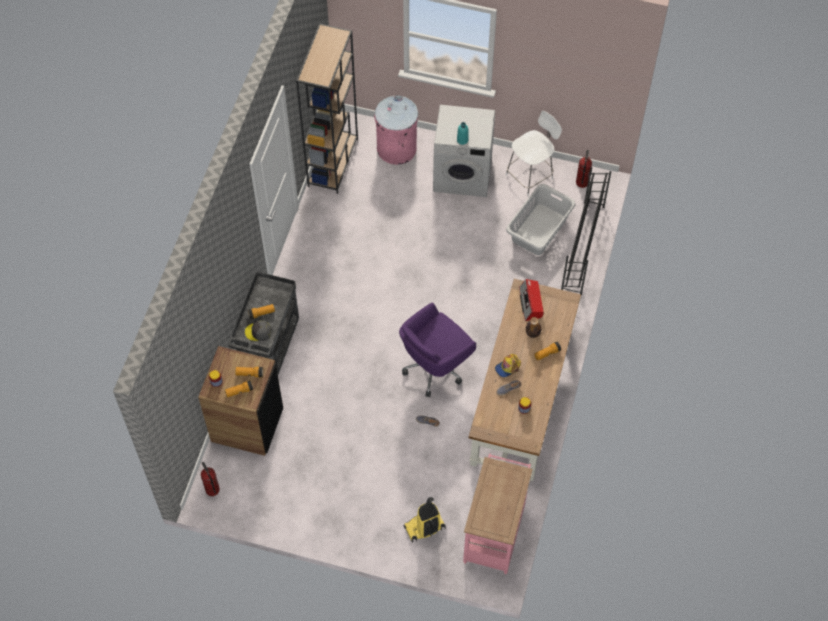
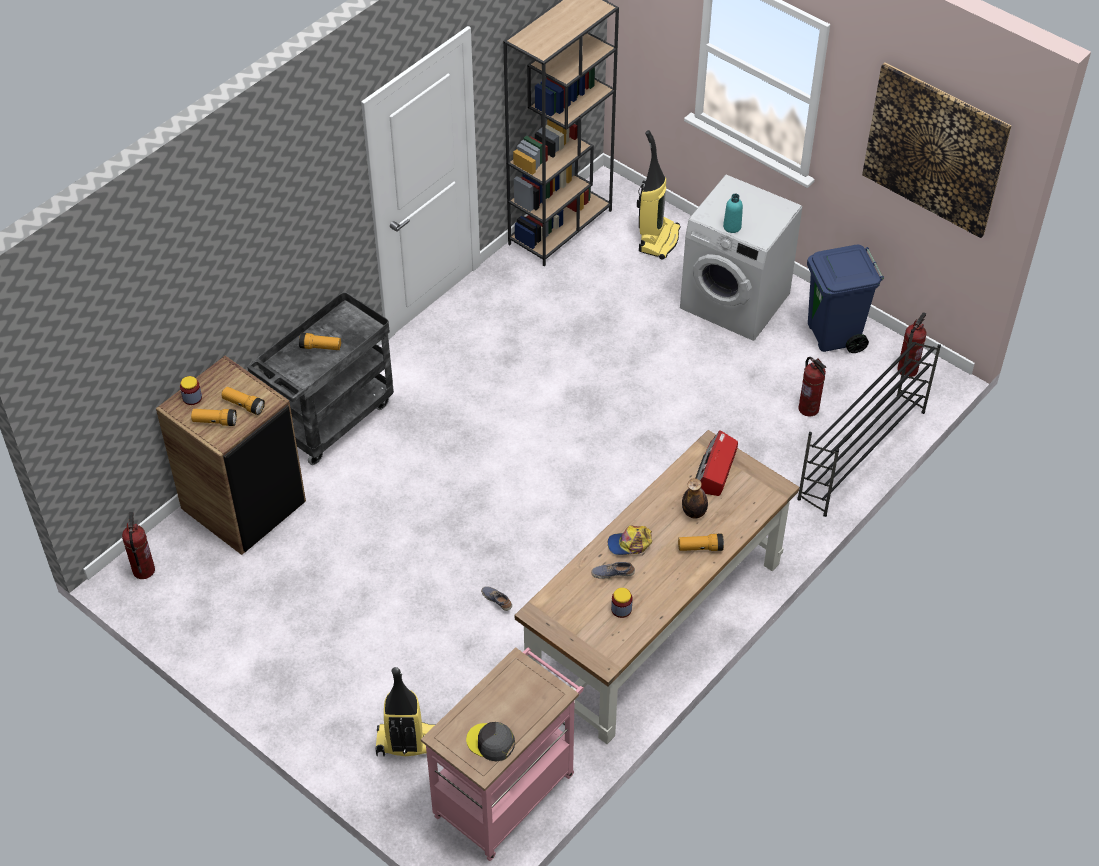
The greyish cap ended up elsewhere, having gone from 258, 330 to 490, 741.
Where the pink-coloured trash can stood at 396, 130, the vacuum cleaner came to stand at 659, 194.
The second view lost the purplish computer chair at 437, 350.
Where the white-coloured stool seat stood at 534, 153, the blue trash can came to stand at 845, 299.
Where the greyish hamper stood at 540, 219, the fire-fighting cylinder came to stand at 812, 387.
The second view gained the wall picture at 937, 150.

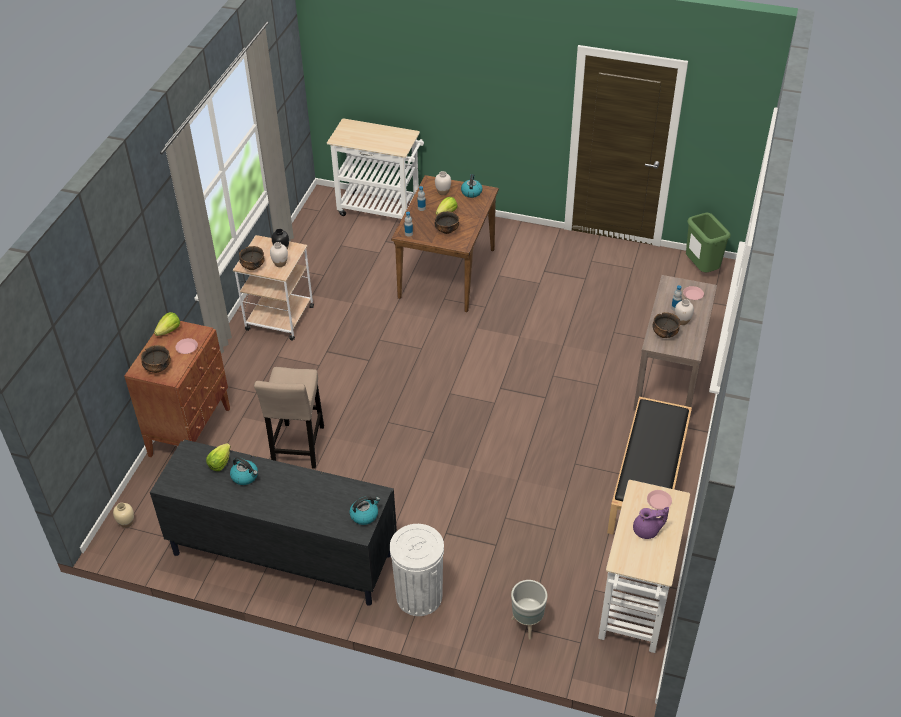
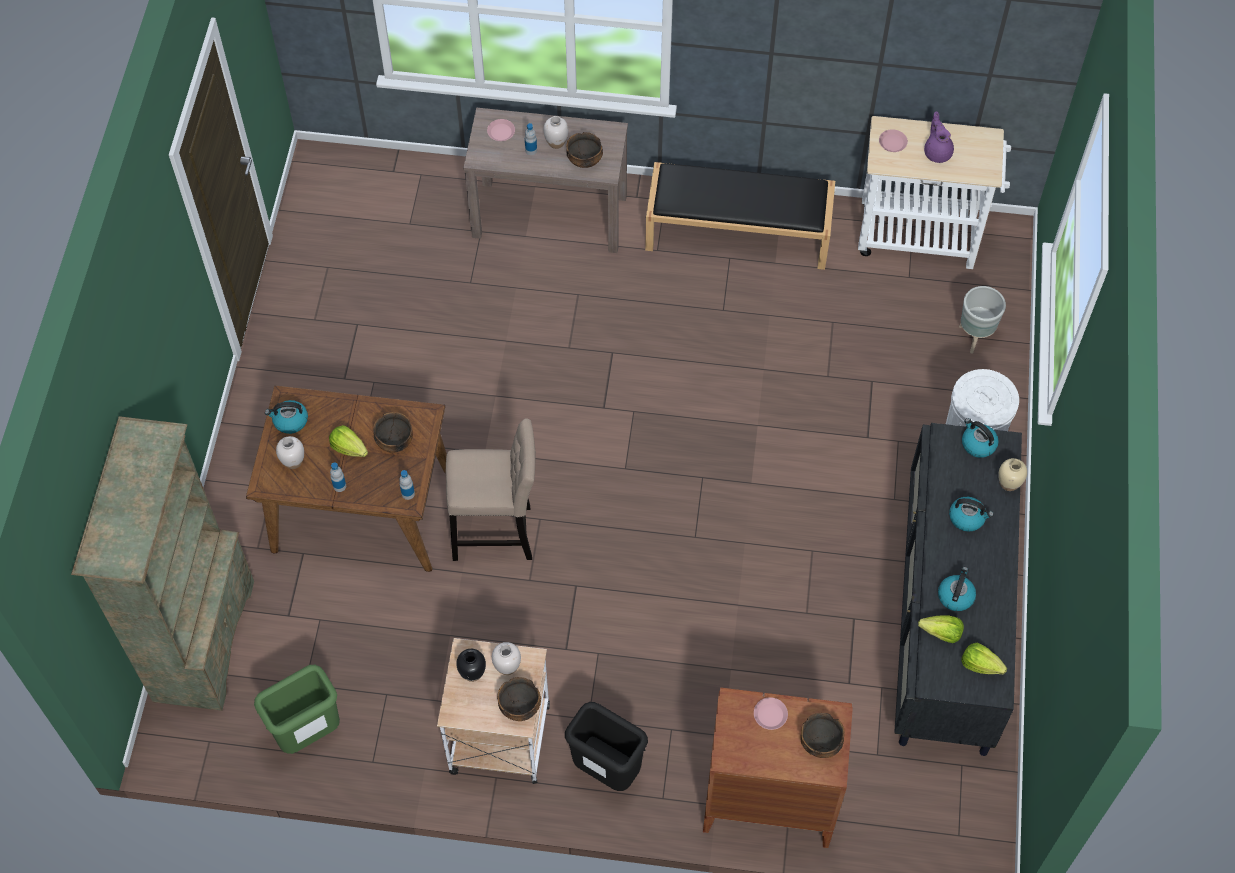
The beige decorative vase ended up elsewhere, having gone from 123, 515 to 1012, 474.
The lettuce head ended up elsewhere, having gone from 167, 324 to 984, 658.
The beige stool seat ended up elsewhere, having gone from 289, 418 to 491, 489.
Where the white-coloured cart stood at 375, 168, the green bookshelf came to stand at 162, 563.
The green trash can ended up elsewhere, having gone from 708, 242 to 297, 709.
The second view gained the blackish trash can at 606, 746.
The second view gained the tea kettle at 971, 514.

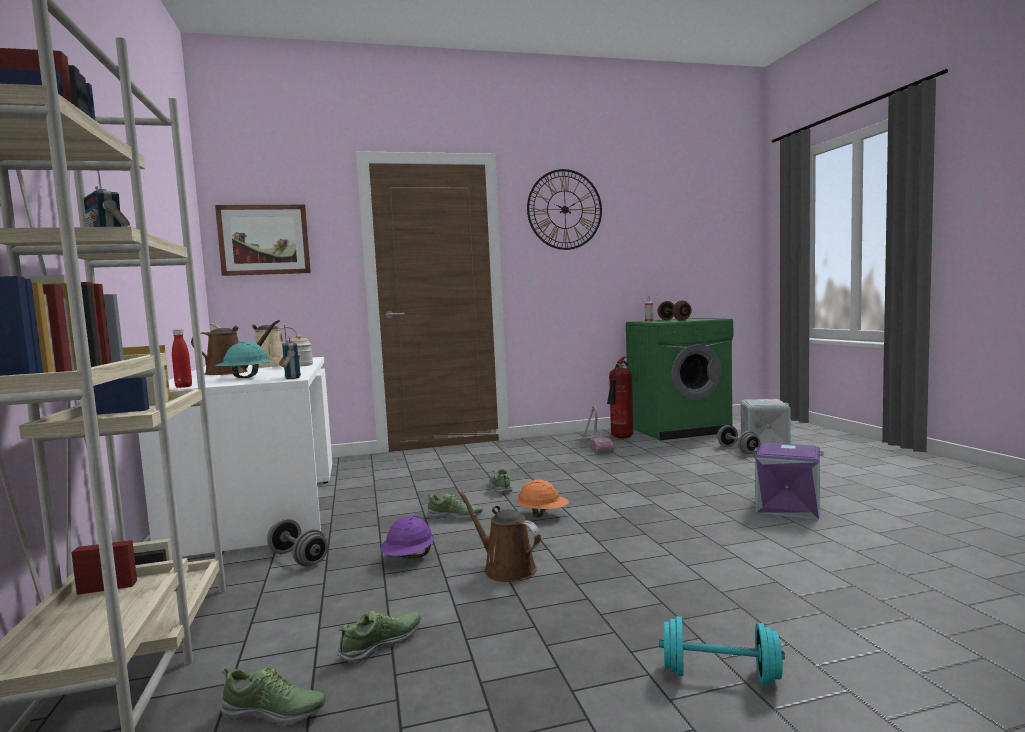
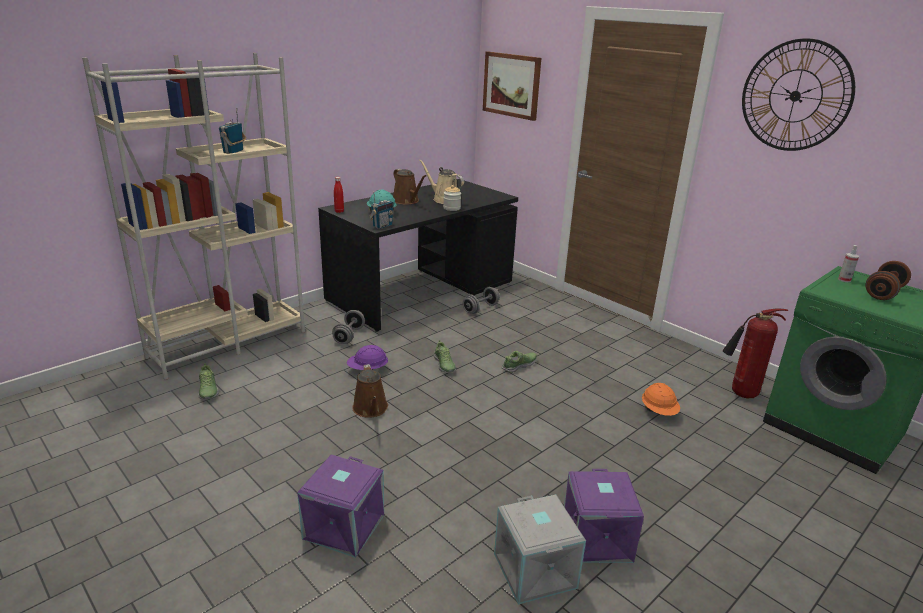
What was the white-coloured desk table at 235, 457 turned into the blackish desk table at 418, 255.
The second view lost the item of footwear at 379, 637.
The brownish watering can at 499, 536 ended up facing another way, 150 degrees clockwise from before.
The orangey hard hat ended up elsewhere, having gone from 543, 499 to 661, 399.
The second view lost the vacuum cleaner at 595, 429.
The second view lost the blue-green hand weight at 722, 650.
The greyish hand weight ended up elsewhere, having gone from 738, 439 to 481, 300.
The greyish storage container ended up elsewhere, having gone from 766, 422 to 540, 549.
The second view gained the purplish storage container at 340, 506.

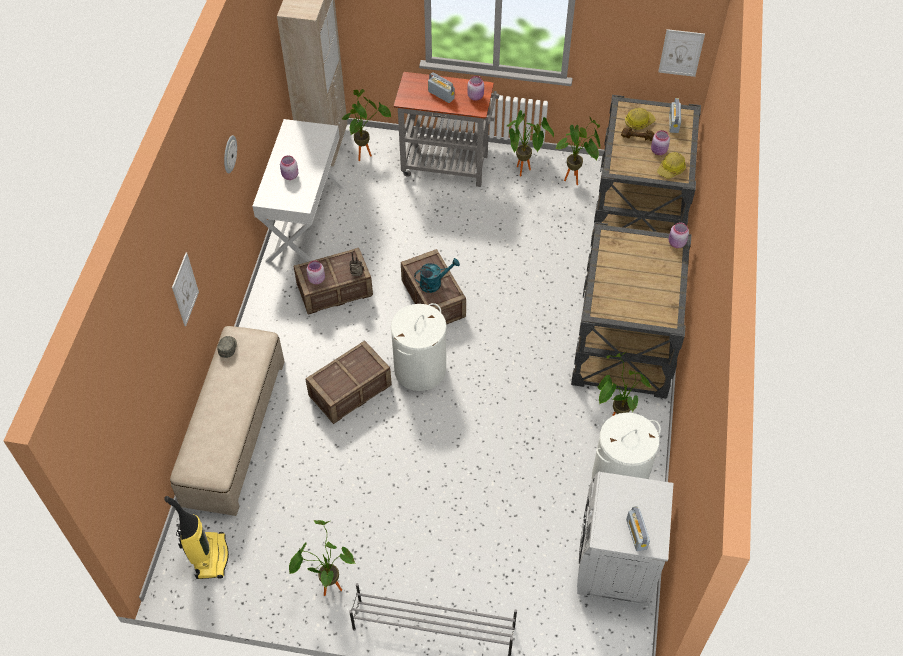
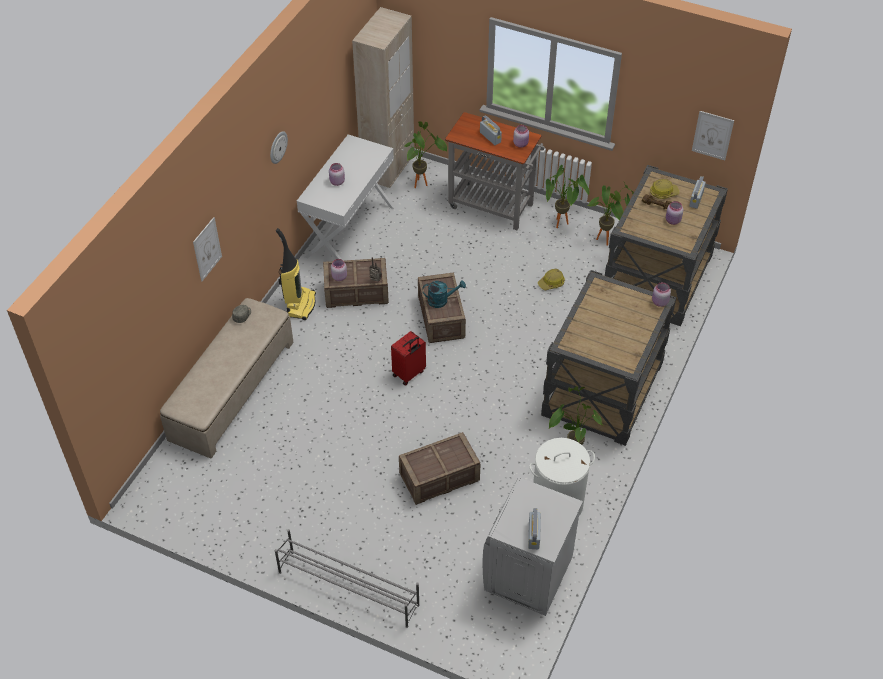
The vacuum cleaner ended up elsewhere, having gone from 196, 537 to 296, 274.
The second view lost the houseplant at 322, 558.
The shipping crate ended up elsewhere, having gone from 348, 382 to 440, 468.
Where the white-coloured hamper stood at 419, 347, the reddish travel case came to stand at 408, 358.
The hard hat ended up elsewhere, having gone from 671, 165 to 551, 279.

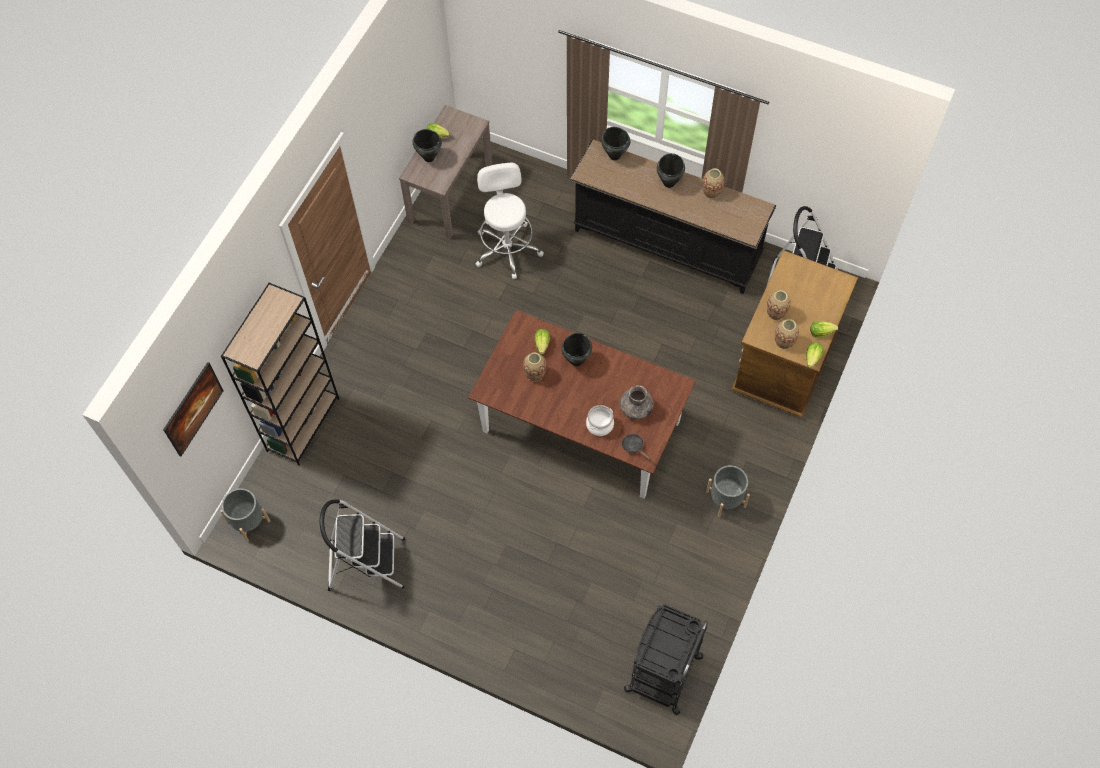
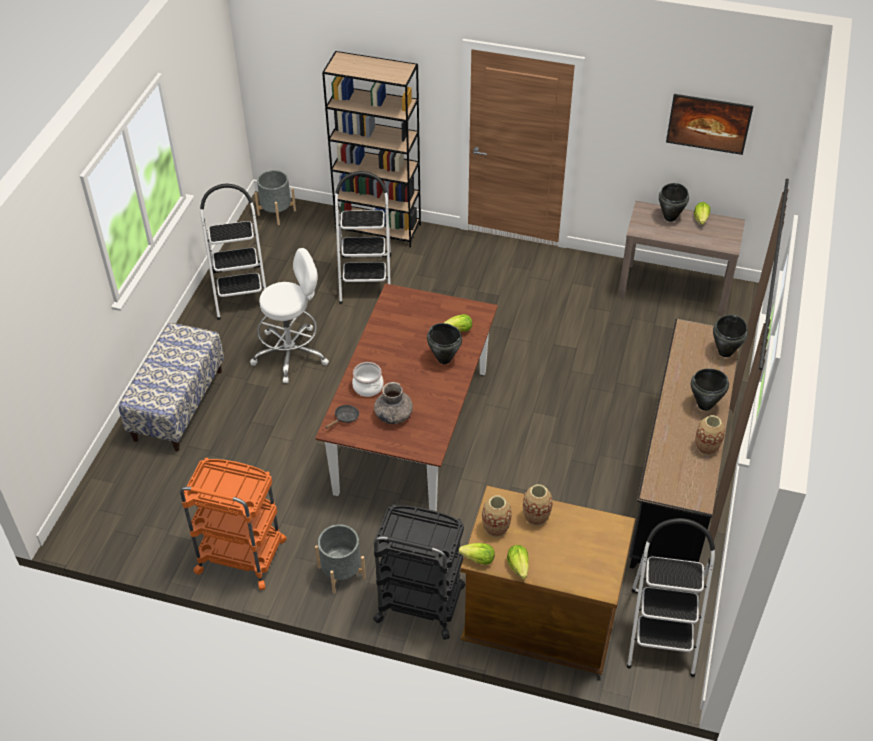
The wall picture ended up elsewhere, having gone from 193, 409 to 709, 124.
The white-coloured stool seat ended up elsewhere, having gone from 510, 221 to 289, 315.
The second view lost the decorative vase at 534, 367.
The blackish cart ended up elsewhere, having gone from 666, 659 to 419, 572.
The second view gained the bench at 171, 387.
The second view gained the orangey cart at 233, 524.
The second view gained the step stool at 363, 237.

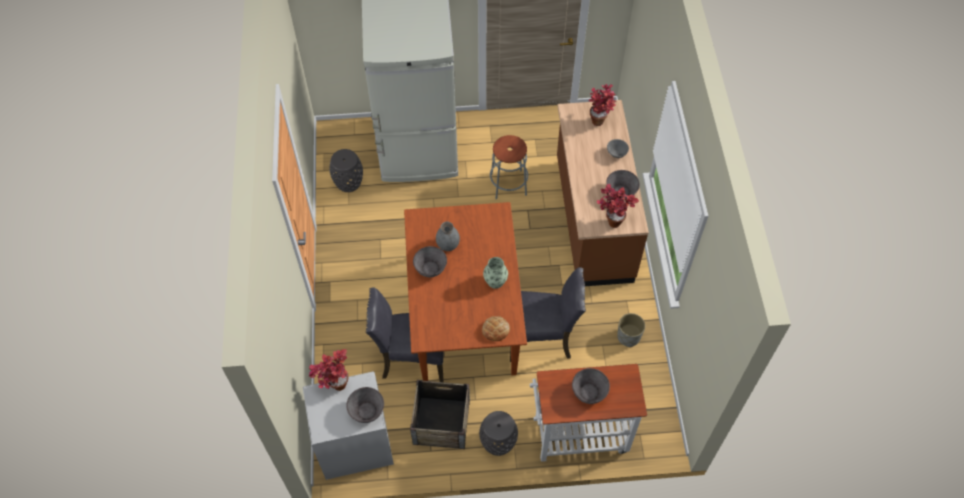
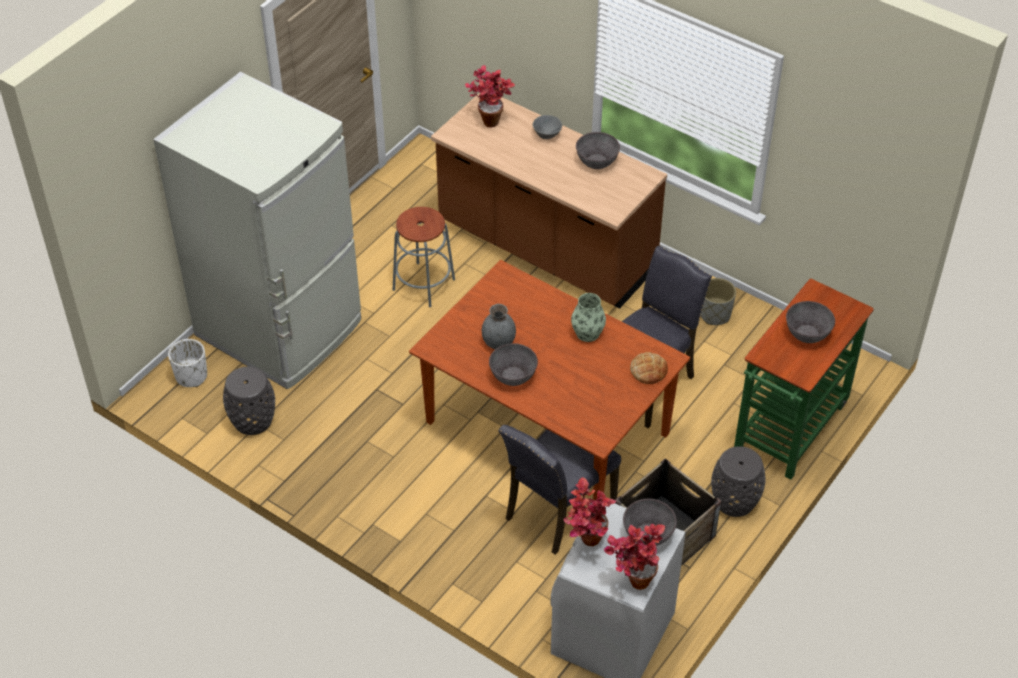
What was the white-coloured cart at 588, 413 turned into the green cart at 804, 379.
The houseplant ended up elsewhere, having gone from 618, 206 to 634, 557.
The second view gained the white-coloured planter at 187, 363.

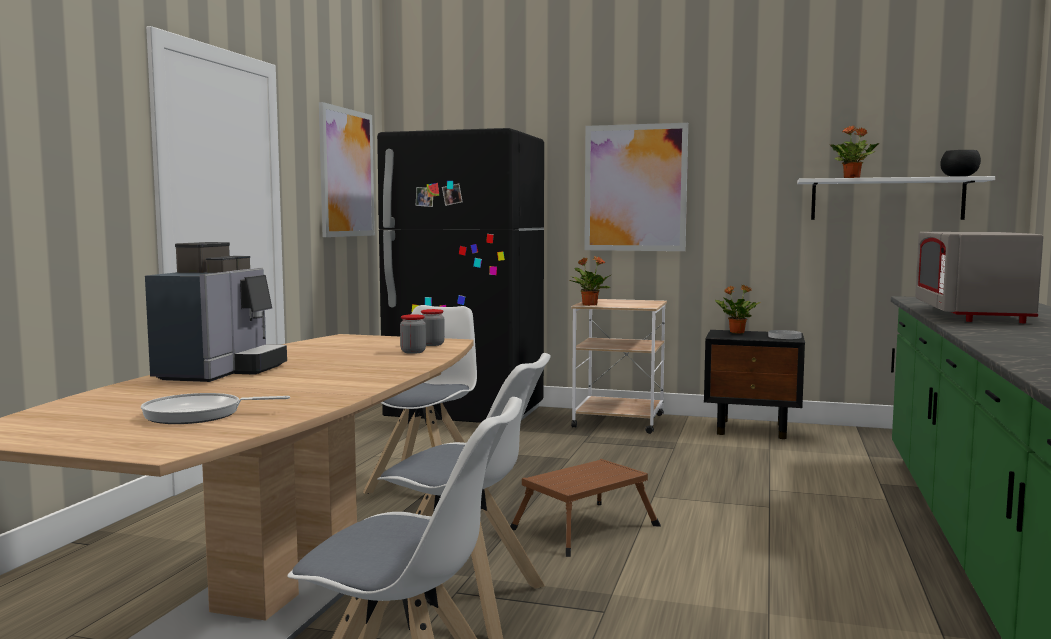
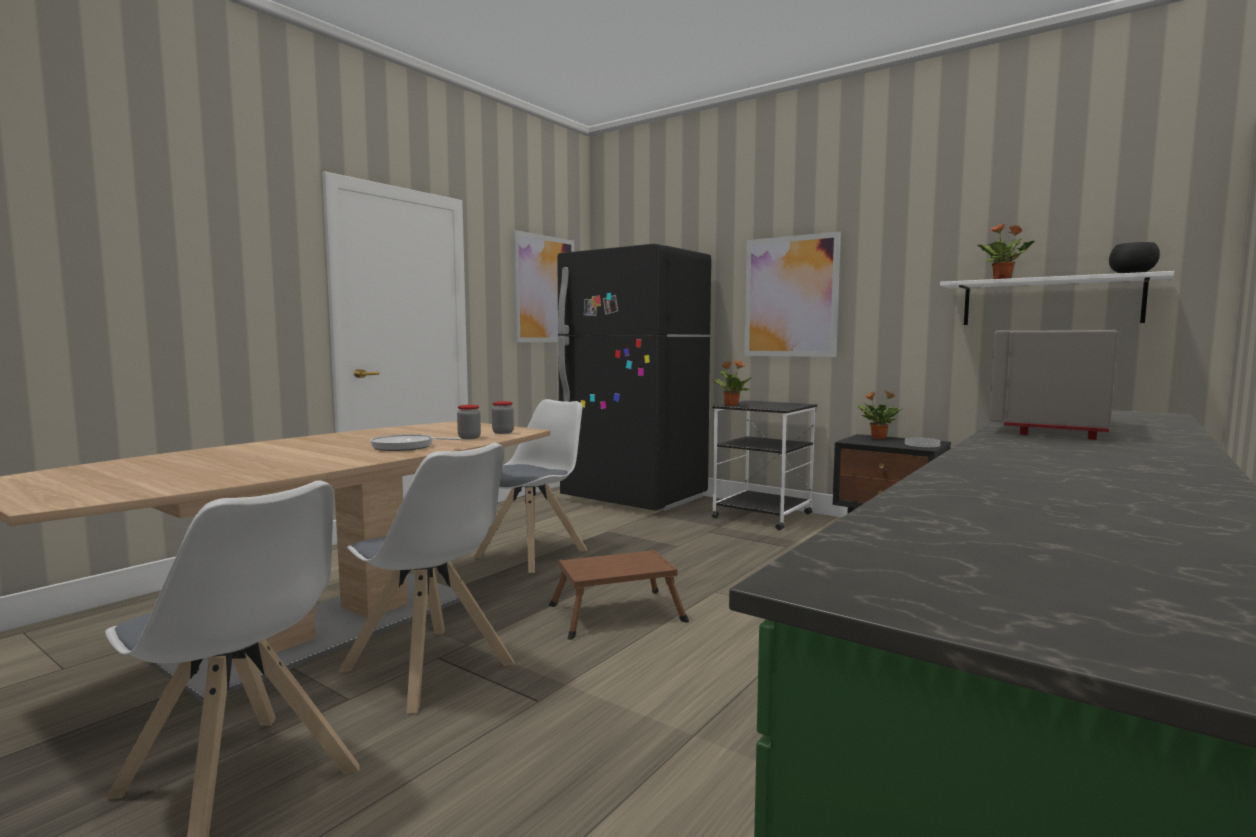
The pan ended up elsewhere, having gone from 215, 408 to 415, 442.
The second view lost the coffee maker at 216, 312.
What was the beige cart at 619, 366 turned into the blackish cart at 764, 465.

